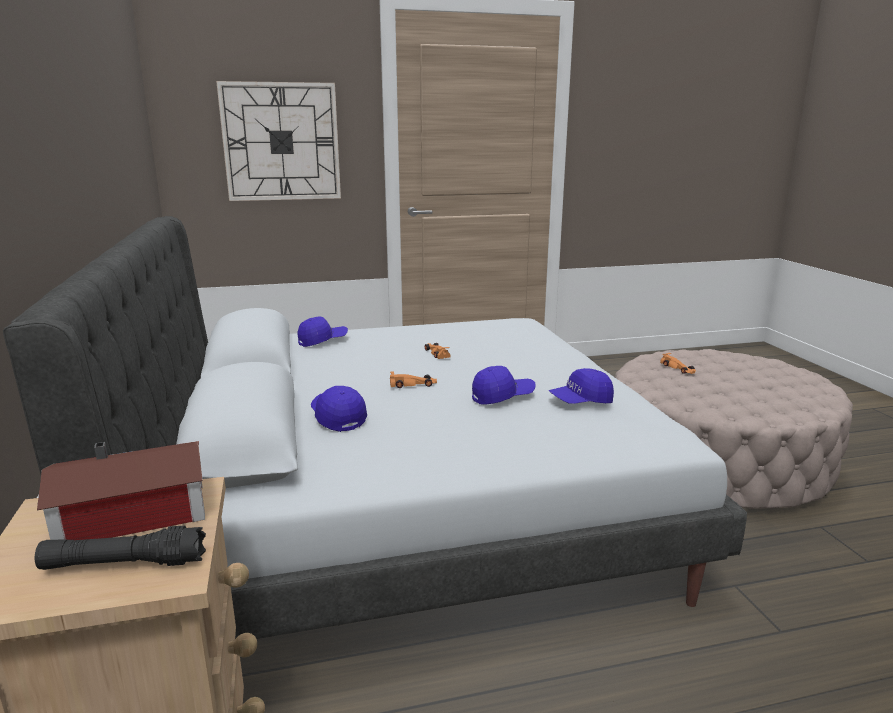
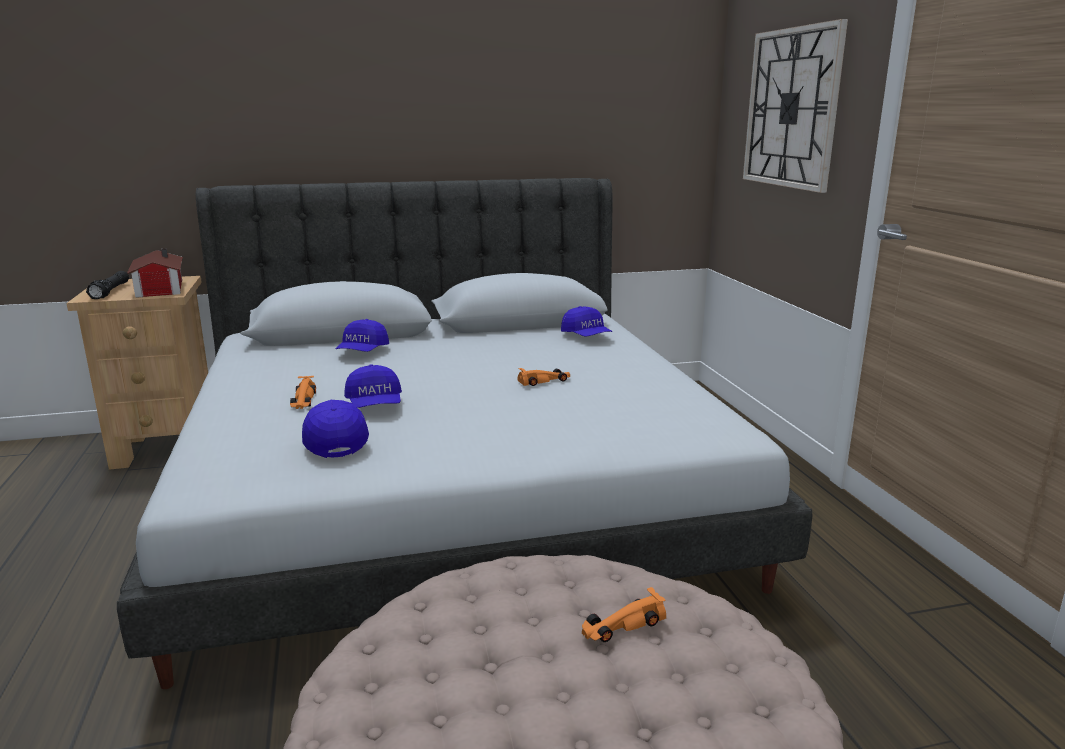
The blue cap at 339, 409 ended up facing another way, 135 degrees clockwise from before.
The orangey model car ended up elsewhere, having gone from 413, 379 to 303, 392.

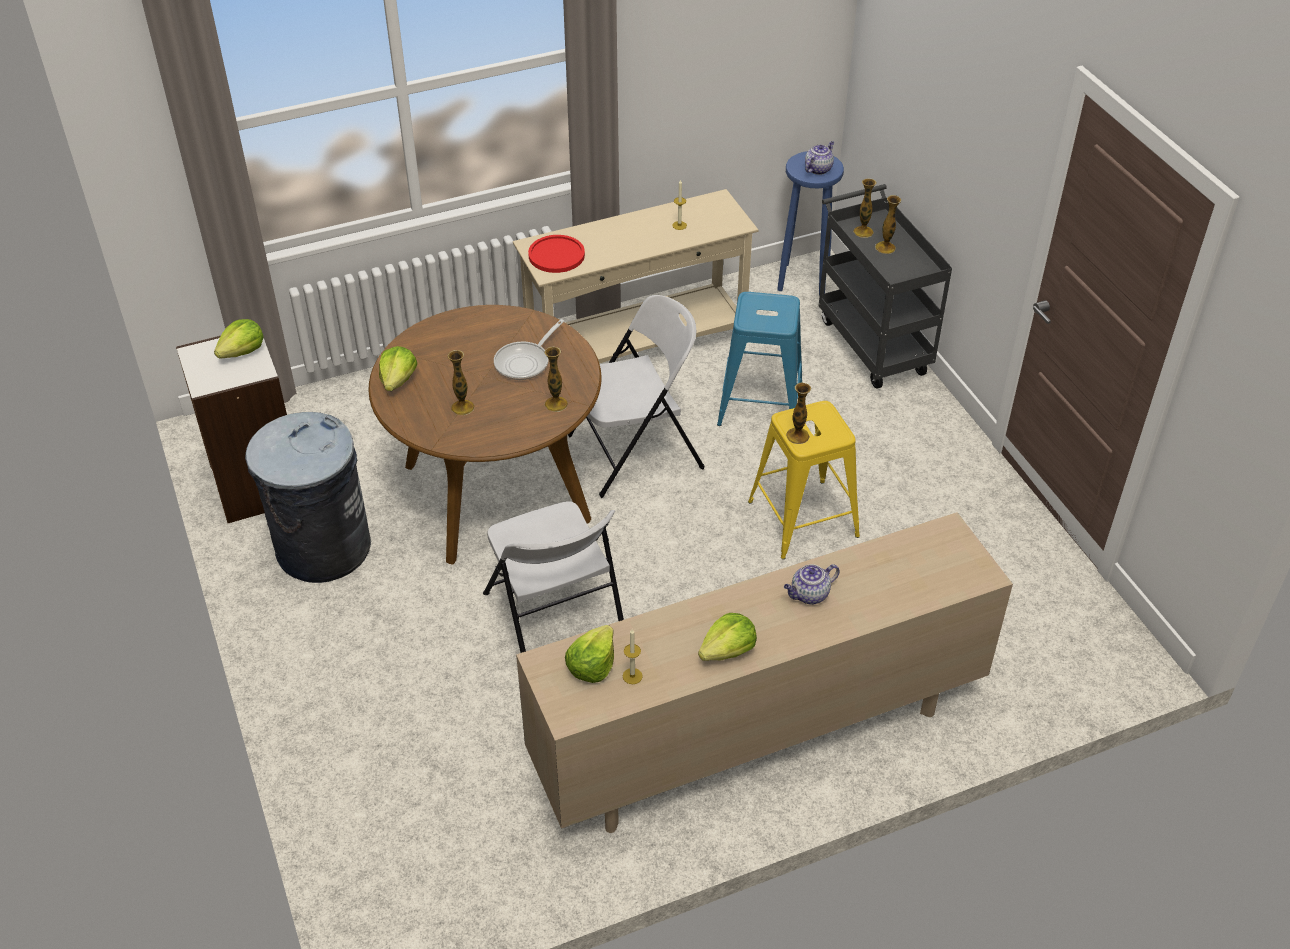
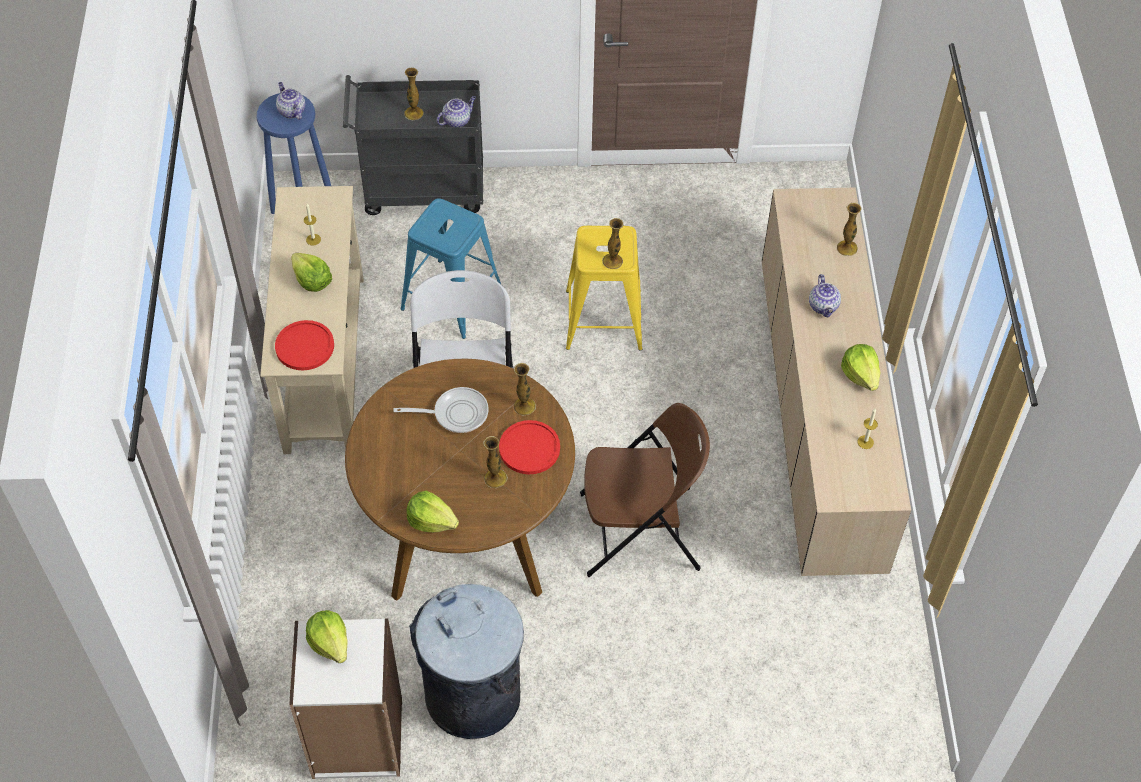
What was the white-coloured chair at 553, 577 turned into the brownish chair at 645, 490.
The pan at 529, 349 ended up facing another way, 60 degrees counterclockwise from before.
The lettuce head ended up elsewhere, having gone from 589, 654 to 311, 272.
The decorative vase ended up elsewhere, having gone from 864, 208 to 849, 229.
The second view gained the tea pot at 456, 111.
The second view gained the reddish flat dish at 529, 447.

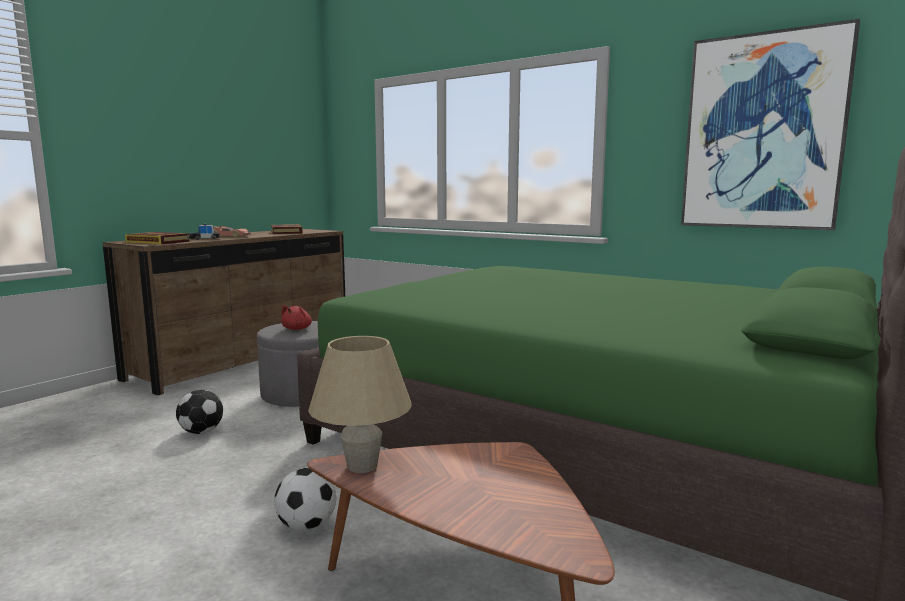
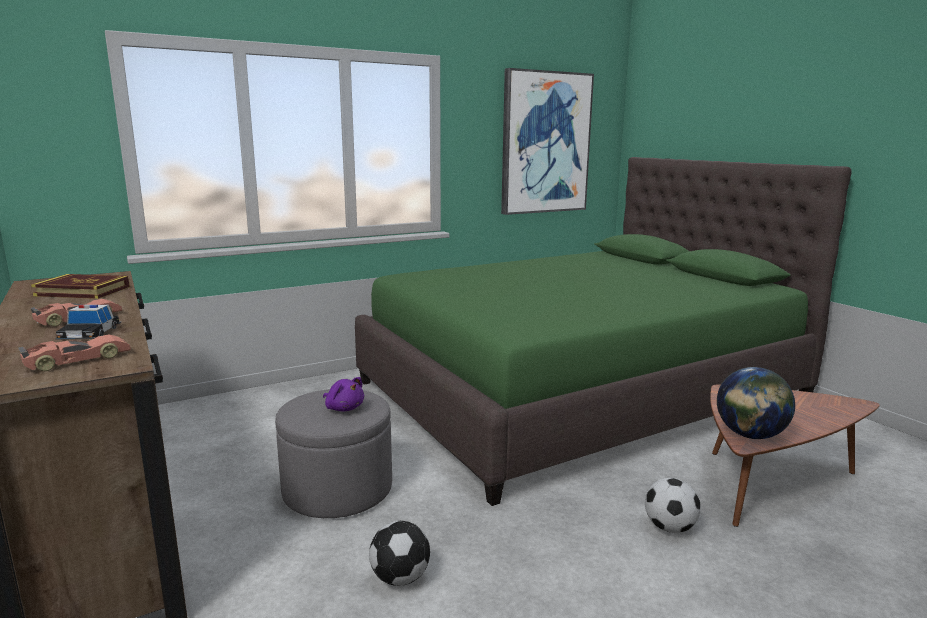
Where the bound book stood at 157, 238, the model car came to stand at 74, 352.
What was the reddish soft toy at 296, 317 turned into the purplish soft toy at 343, 394.
Where the beige lamp for a table stood at 360, 404, the world globe came to stand at 756, 403.

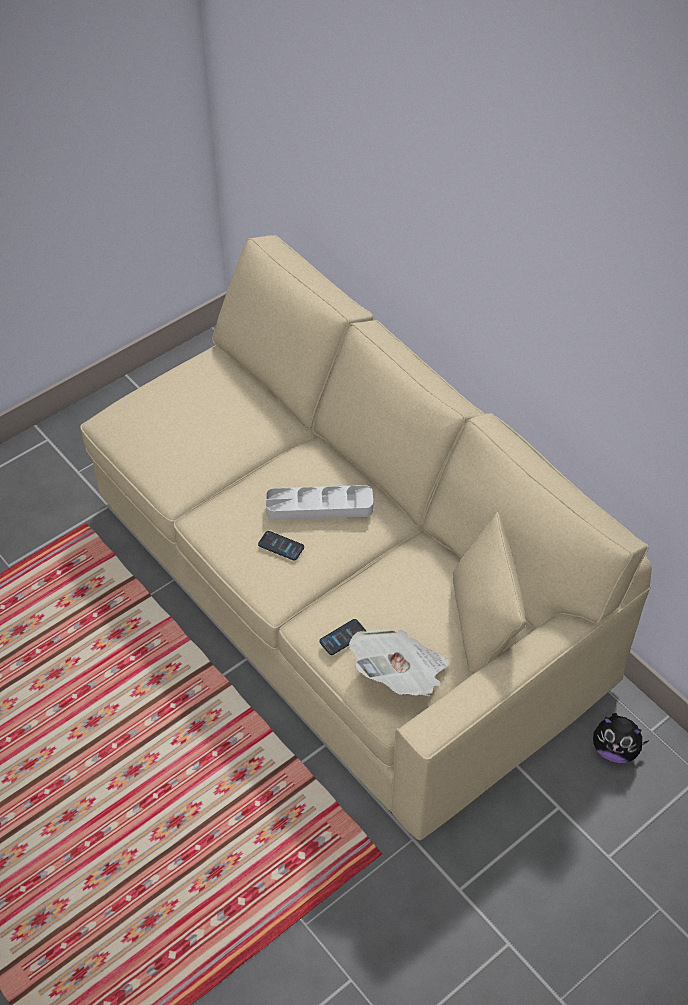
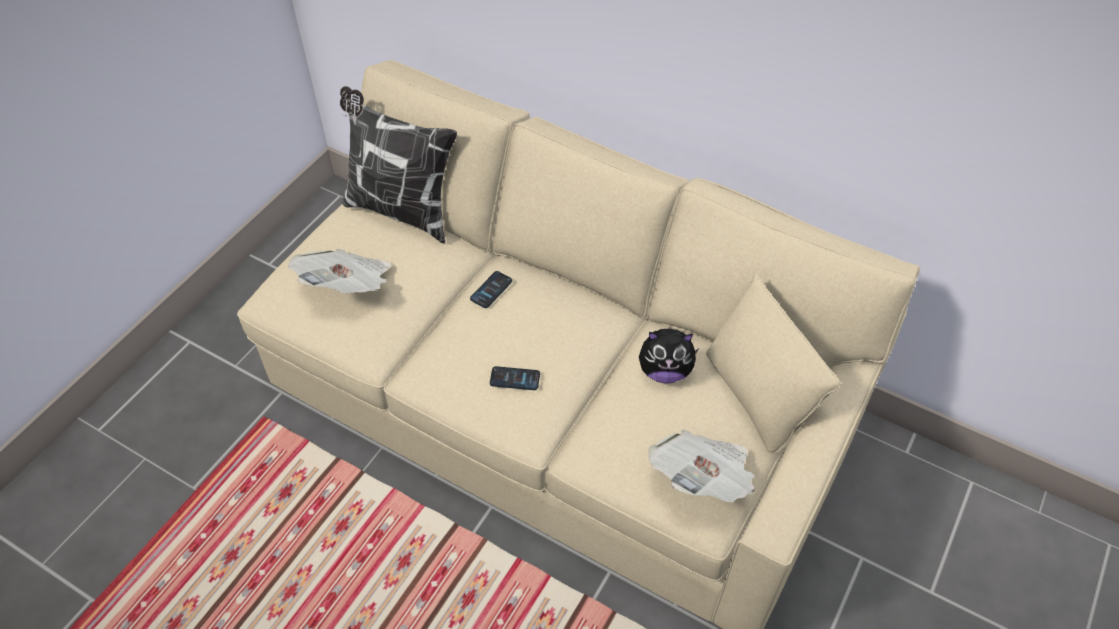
The second view lost the greyish carrying tray at 319, 502.
The handset ended up elsewhere, having gone from 342, 637 to 491, 289.
The soft toy ended up elsewhere, having gone from 621, 738 to 669, 355.
The second view gained the printed paper at 339, 271.
The second view gained the pillow at 398, 165.

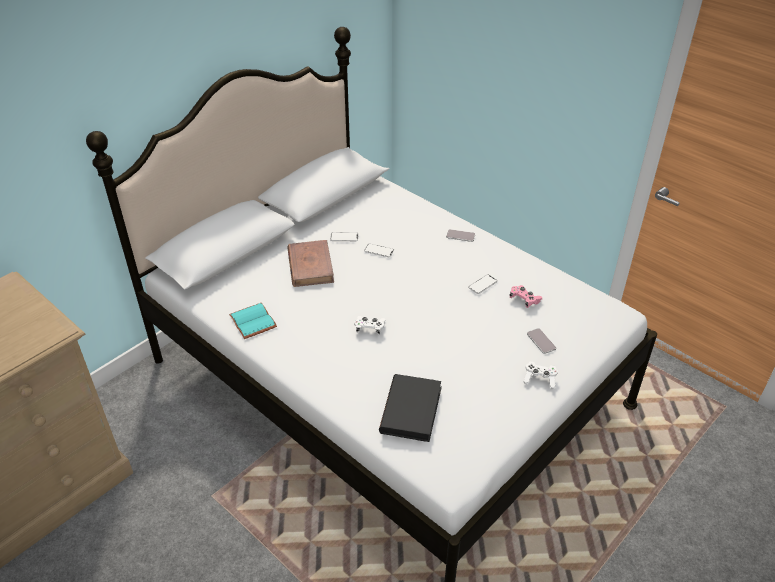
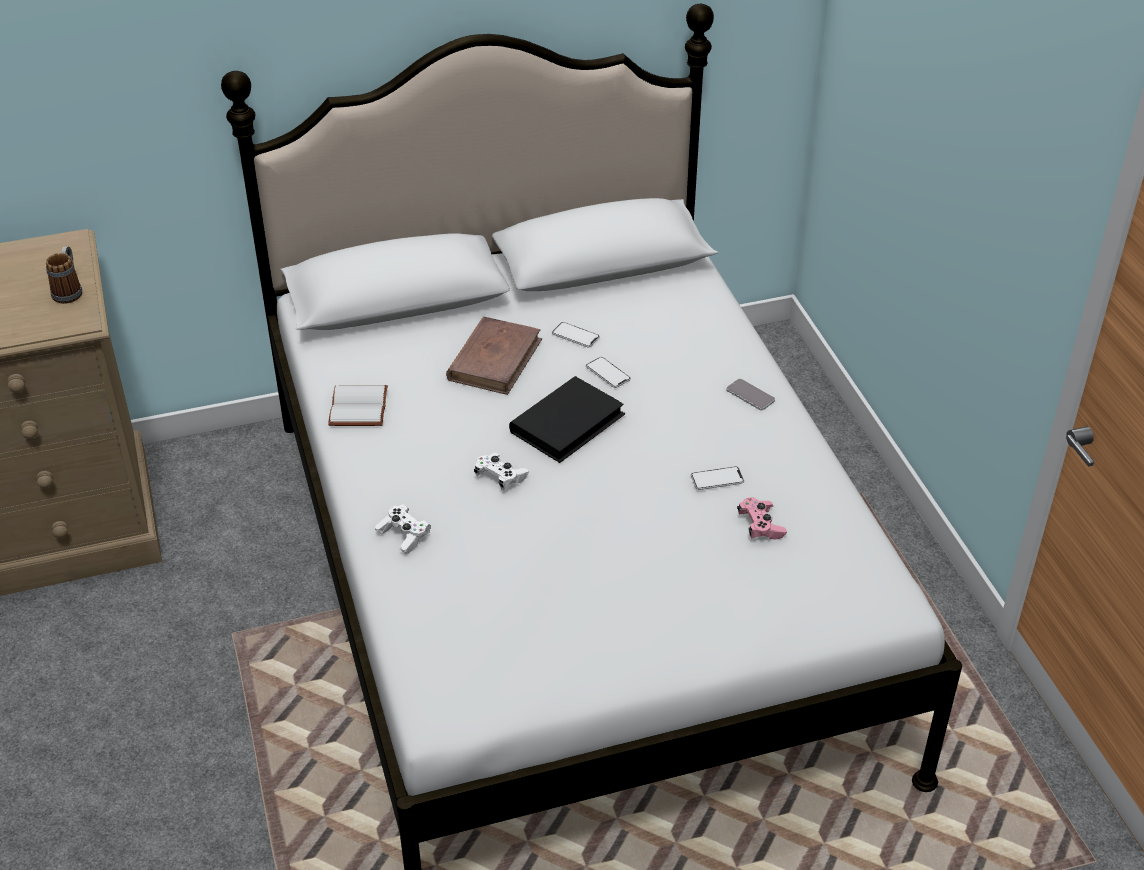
What was the blue-green bound book at 253, 321 turned into the white-coloured bound book at 358, 405.
The blackish bound book ended up elsewhere, having gone from 410, 408 to 567, 419.
The white-coloured gamepad ended up elsewhere, having gone from 540, 375 to 403, 529.
The second view lost the handset at 541, 341.
The second view gained the coffee mug at 64, 275.

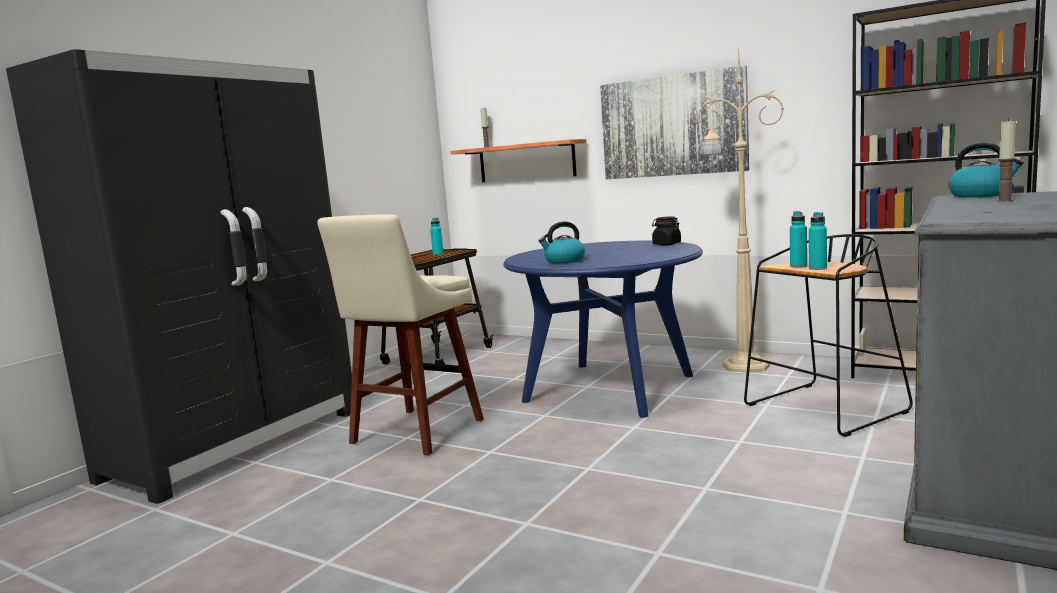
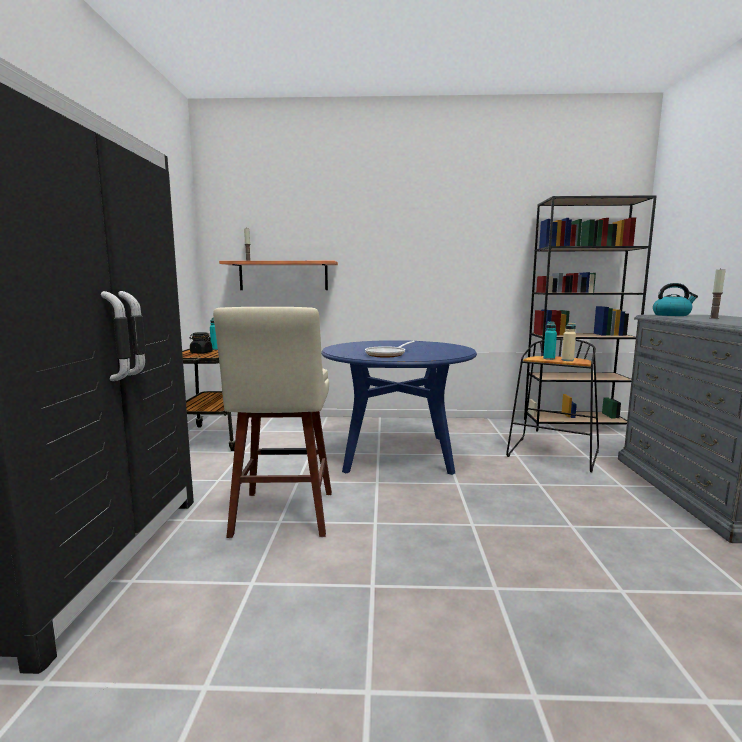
Where the tea kettle stood at 561, 242, the pan came to stand at 390, 349.
The second view lost the wall picture at 674, 122.
The blackish storage jar ended up elsewhere, having gone from 666, 231 to 201, 343.
The second view lost the beige standard lamp at 740, 209.
What was the blue-green drink bottle at 818, 241 turned into the beige drink bottle at 569, 341.

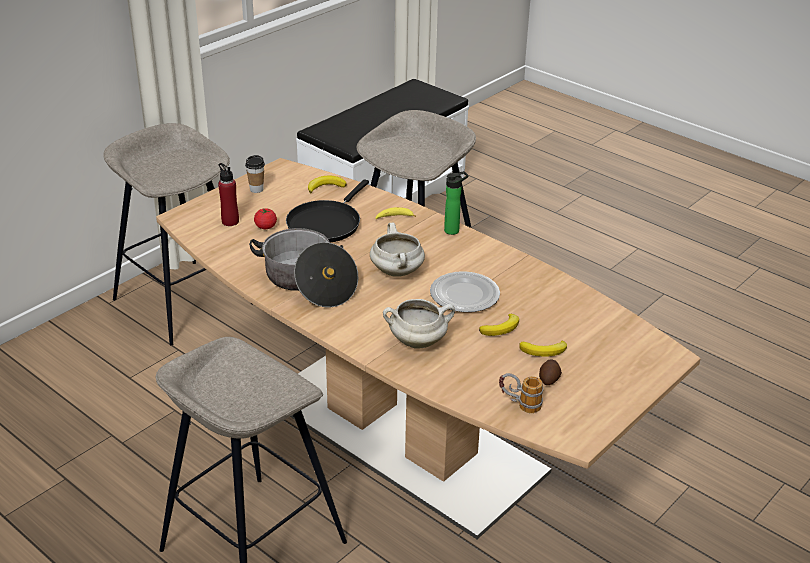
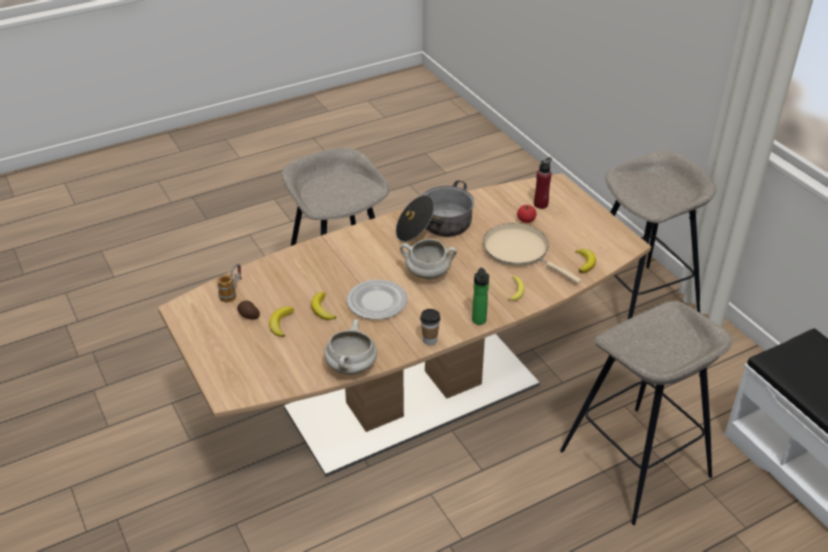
The small cup ended up elsewhere, having gone from 255, 174 to 430, 327.
What was the blackish pan at 327, 211 turned into the beige pan at 532, 253.
The white-coloured cooking pot ended up elsewhere, having gone from 419, 324 to 350, 347.

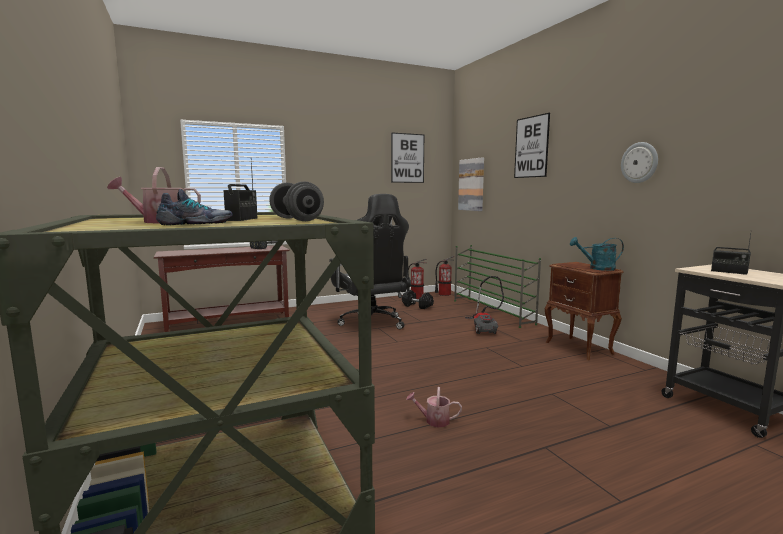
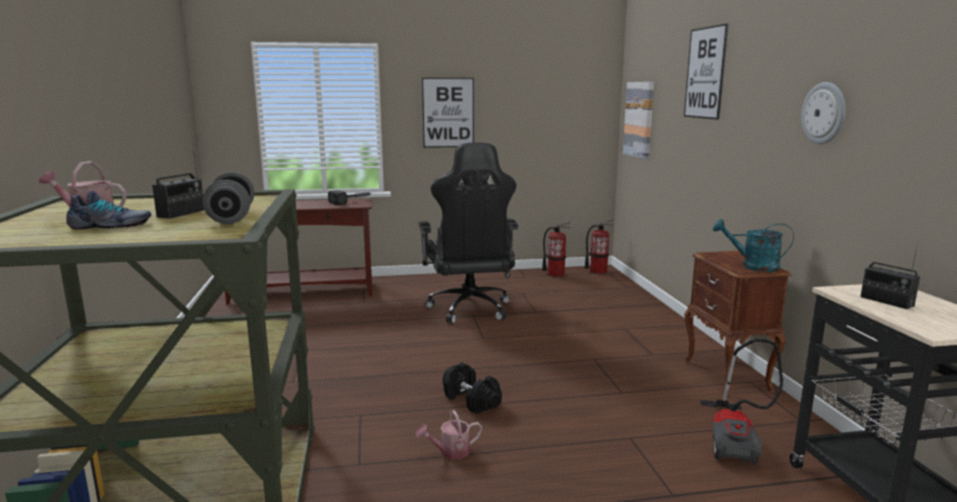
The wall picture ended up elsewhere, having gone from 407, 158 to 448, 113.
The blackish hand weight ended up elsewhere, having gone from 418, 299 to 472, 388.
The watering can at 434, 407 ended up facing another way, 45 degrees counterclockwise from before.
The second view lost the green shoe stand at 497, 286.
The vacuum cleaner ended up elsewhere, having gone from 484, 305 to 741, 402.

